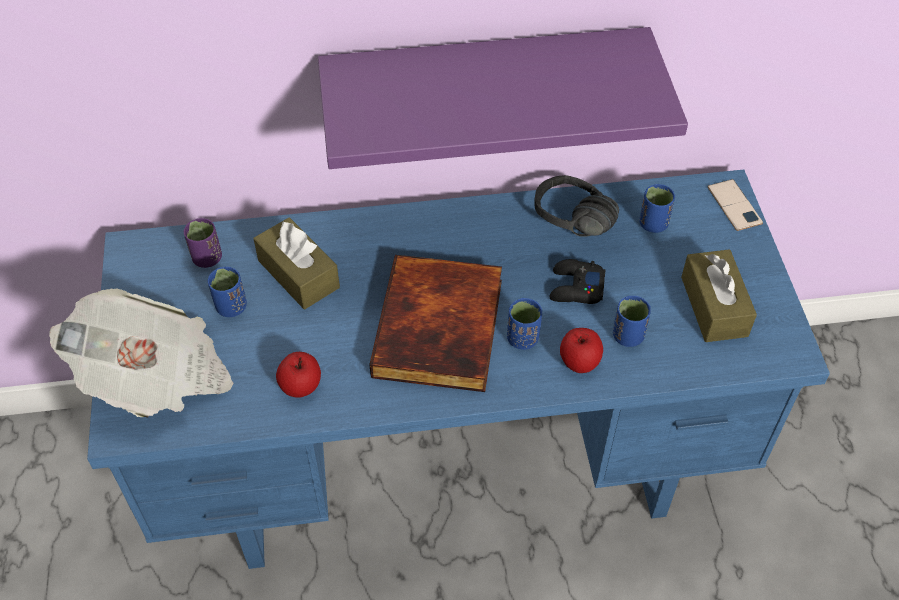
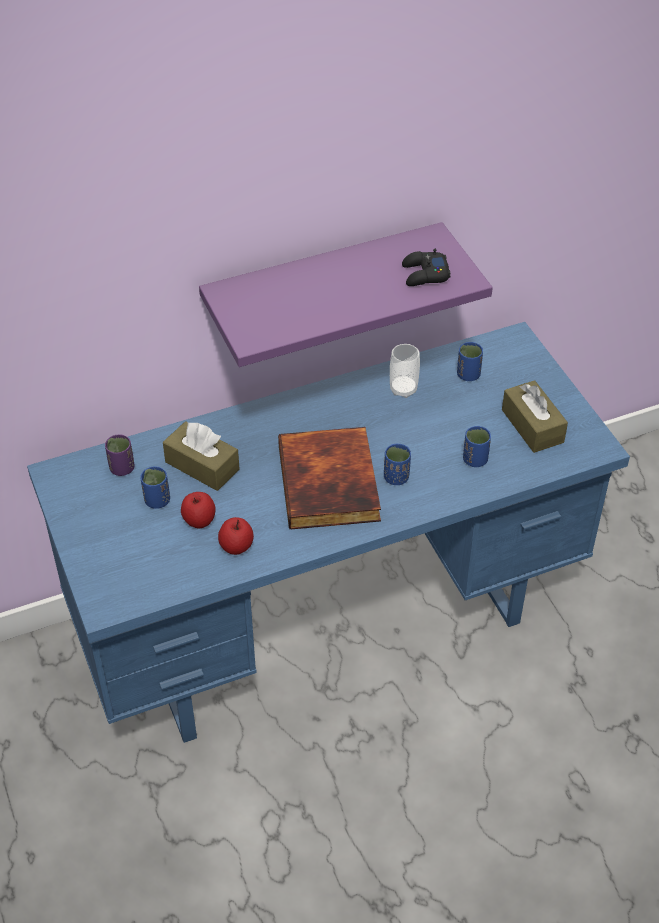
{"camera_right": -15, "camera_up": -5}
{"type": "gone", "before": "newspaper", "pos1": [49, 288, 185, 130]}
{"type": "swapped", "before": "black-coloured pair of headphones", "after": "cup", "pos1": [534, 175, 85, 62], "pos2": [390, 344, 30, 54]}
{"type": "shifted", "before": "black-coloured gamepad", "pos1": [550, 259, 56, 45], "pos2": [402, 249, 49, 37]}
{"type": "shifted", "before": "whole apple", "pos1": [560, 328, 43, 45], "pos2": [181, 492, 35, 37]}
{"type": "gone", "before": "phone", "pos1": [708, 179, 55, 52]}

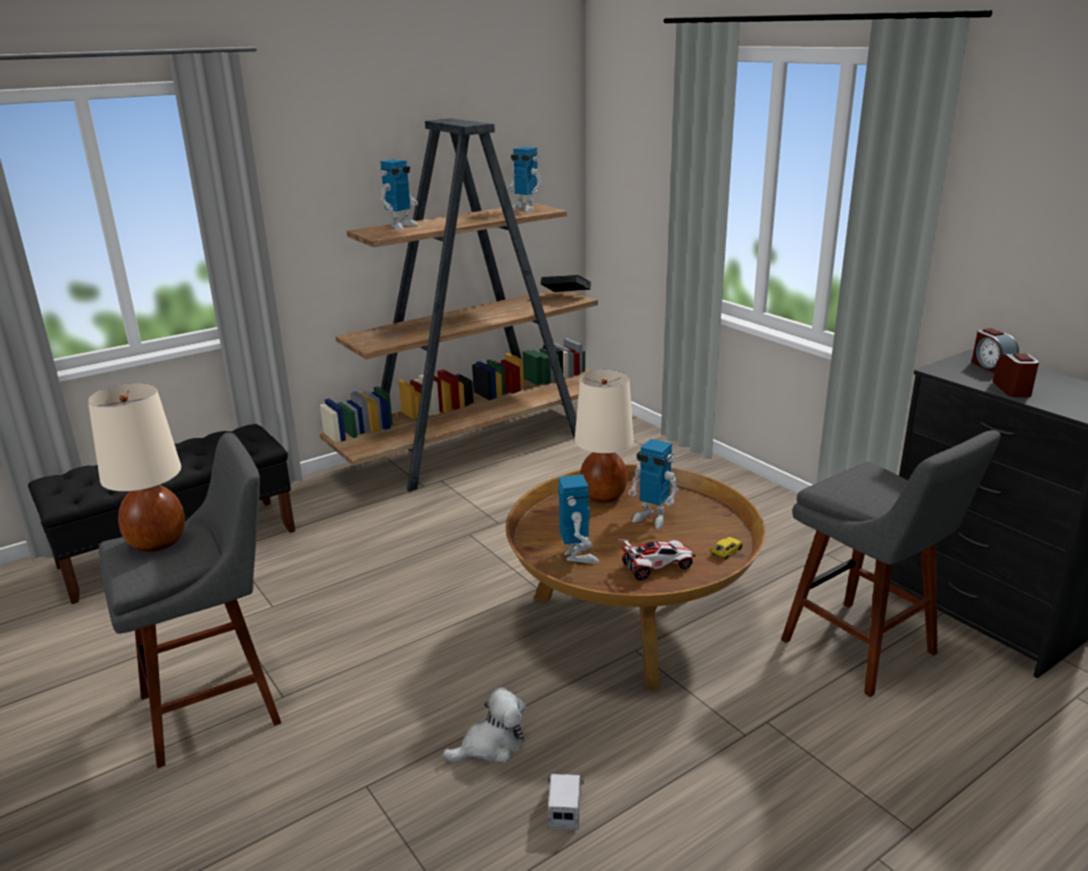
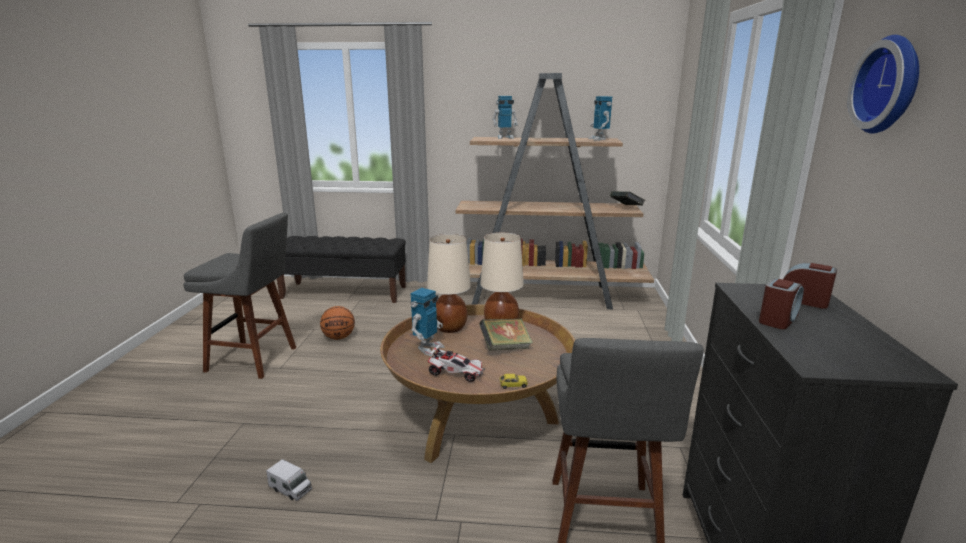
{"camera_right": 40, "camera_up": -5}
{"type": "shifted", "before": "beige-coloured tabletop lamp", "pos1": [88, 383, 97, 169], "pos2": [427, 234, 44, 99]}
{"type": "gone", "before": "soft toy", "pos1": [443, 687, 83, 76]}
{"type": "rotated", "before": "model truck", "pos1": [548, 774, 35, 56], "pos2": [266, 459, 46, 42], "turn": 75}
{"type": "swapped", "before": "robot figure", "after": "book", "pos1": [628, 439, 51, 90], "pos2": [479, 318, 54, 32]}
{"type": "rotated", "before": "bedside clock", "pos1": [972, 328, 47, 44], "pos2": [783, 263, 54, 46], "turn": 105}
{"type": "new", "after": "ball for basketball", "pos2": [320, 306, 35, 34]}
{"type": "new", "after": "wall clock", "pos2": [848, 35, 71, 98]}

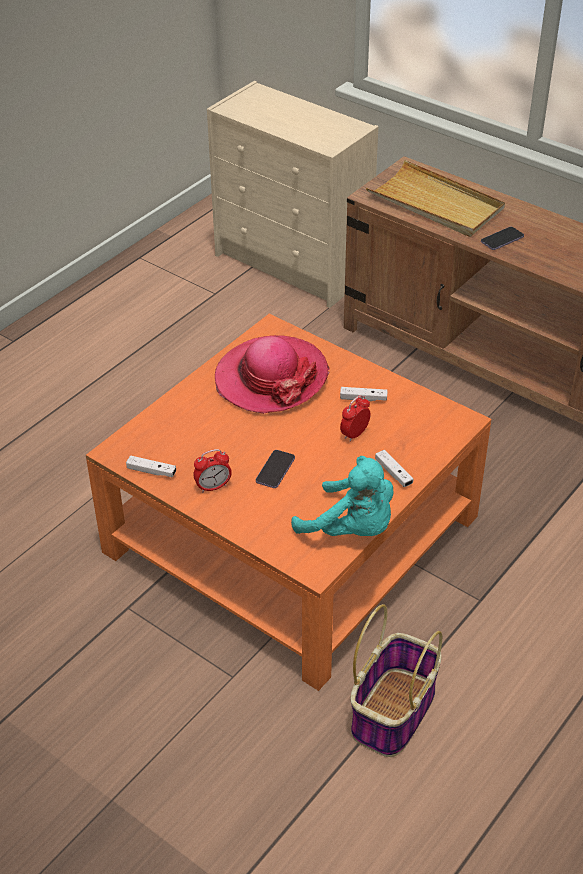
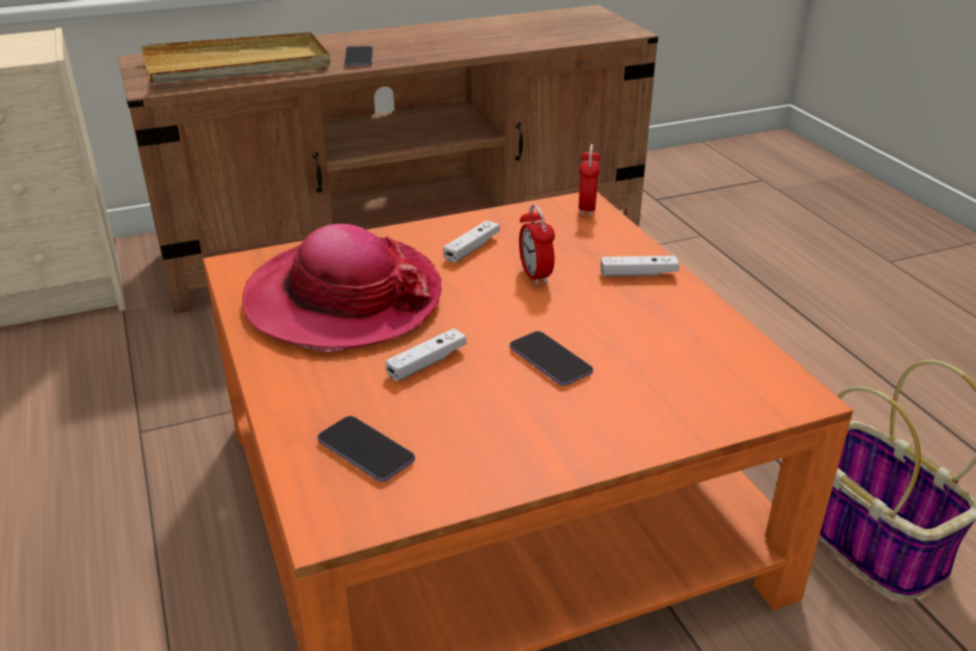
{"camera_right": -60, "camera_up": -10}
{"type": "shifted", "before": "white gamepad", "pos1": [126, 456, 50, 21], "pos2": [386, 328, 80, 53]}
{"type": "shifted", "before": "bedside clock", "pos1": [193, 449, 39, 44], "pos2": [579, 144, 22, 73]}
{"type": "gone", "before": "turquoise-coloured soft toy", "pos1": [291, 456, 103, 80]}
{"type": "new", "after": "phone", "pos2": [318, 416, 97, 66]}

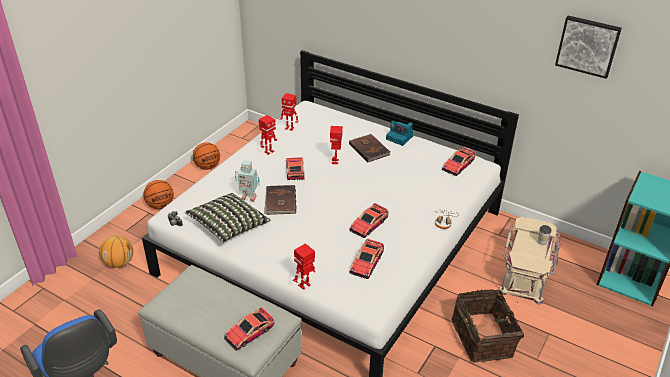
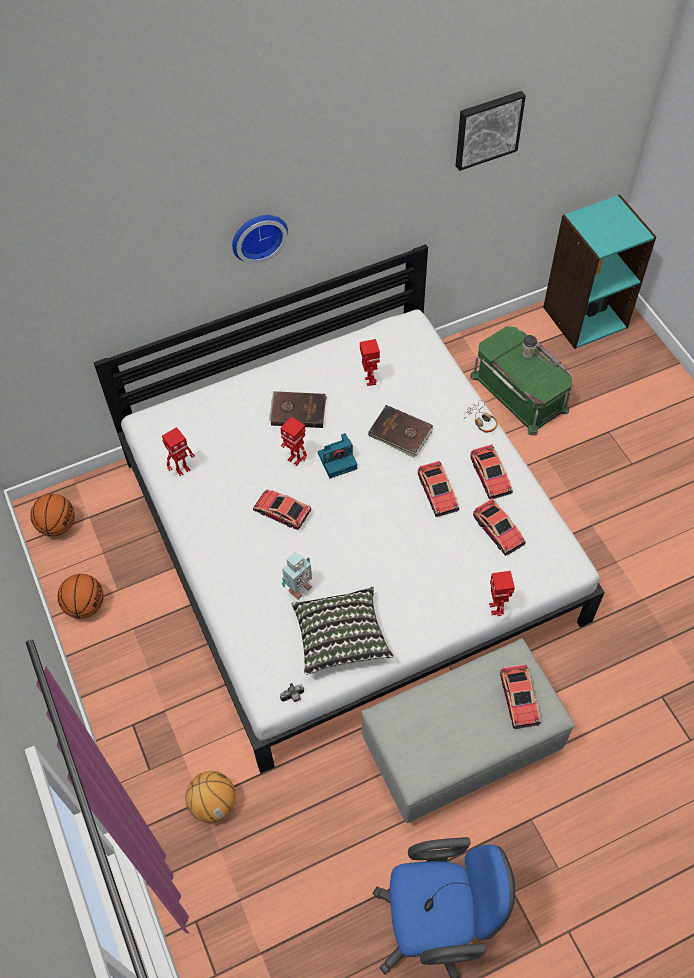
{"camera_right": -55, "camera_up": 20}
{"type": "shifted", "before": "ball for basketball", "pos1": [143, 180, 31, 29], "pos2": [30, 494, 45, 42]}
{"type": "shifted", "before": "robot figure", "pos1": [259, 115, 19, 40], "pos2": [360, 339, 20, 47]}
{"type": "shifted", "before": "brown book", "pos1": [264, 185, 33, 30], "pos2": [367, 405, 66, 53]}
{"type": "shifted", "before": "photo camera", "pos1": [386, 121, 28, 25], "pos2": [318, 433, 39, 46]}
{"type": "shifted", "before": "miniature car", "pos1": [442, 147, 34, 29], "pos2": [470, 444, 43, 55]}
{"type": "gone", "before": "basket", "pos1": [451, 289, 73, 73]}
{"type": "repainted", "before": "beige-coloured storage bin", "after": "green storage bin", "pos1": [498, 217, 63, 88], "pos2": [470, 326, 102, 110]}
{"type": "new", "after": "wall clock", "pos2": [232, 215, 56, 49]}

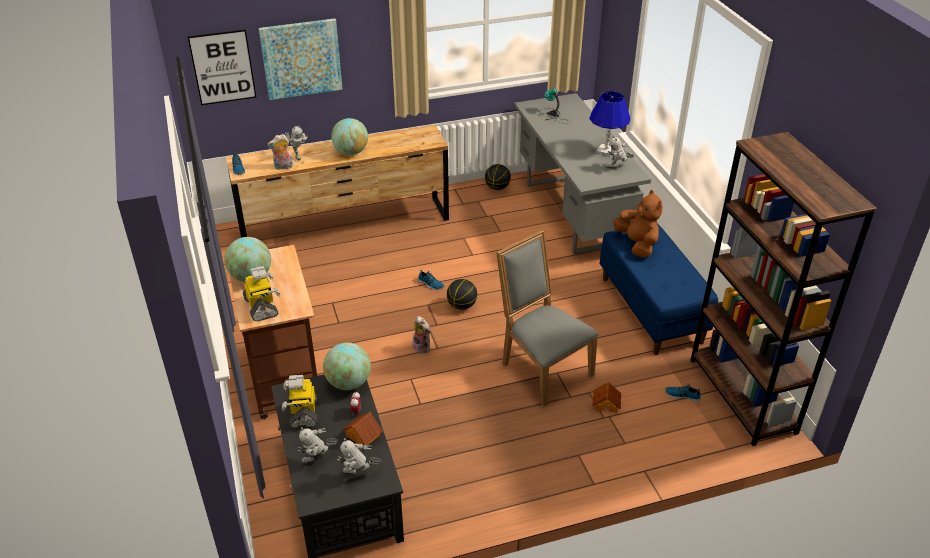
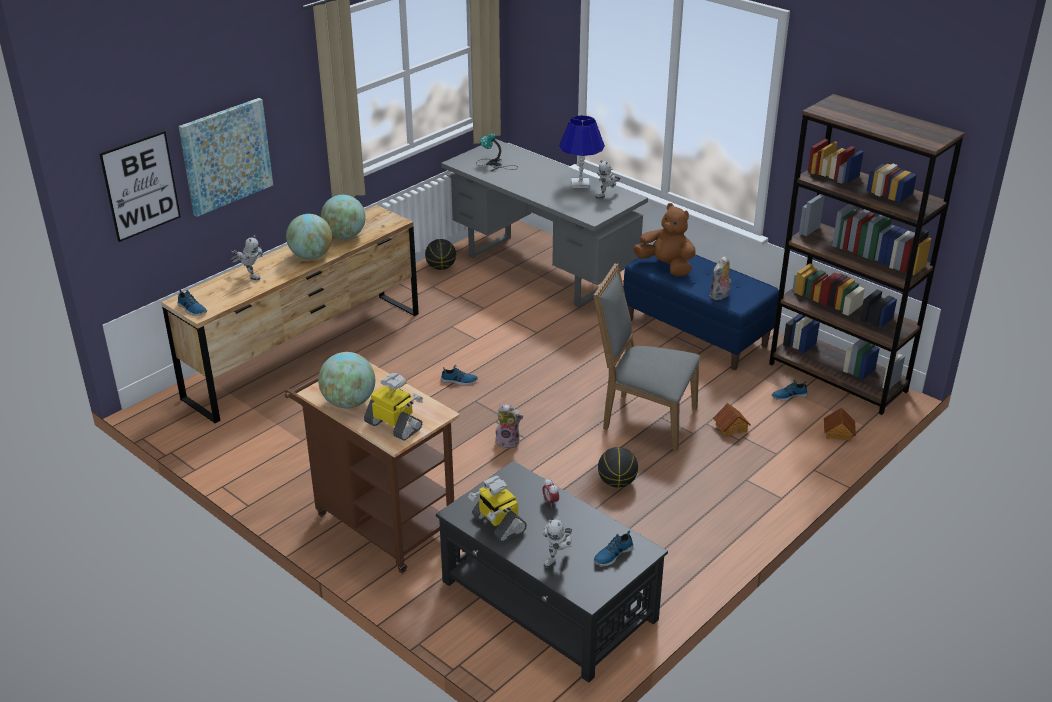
{"camera_right": -30, "camera_up": -5}
{"type": "shifted", "before": "soft toy", "pos1": [268, 134, 25, 36], "pos2": [710, 256, 21, 44]}
{"type": "shifted", "before": "globe", "pos1": [323, 343, 48, 47], "pos2": [321, 195, 45, 44]}
{"type": "swapped", "before": "robot figure", "after": "item of footwear", "pos1": [337, 438, 45, 37], "pos2": [594, 531, 39, 35]}
{"type": "shifted", "before": "miniature house", "pos1": [342, 412, 40, 34], "pos2": [824, 407, 32, 34]}
{"type": "shifted", "before": "ball for basketball", "pos1": [447, 279, 30, 31], "pos2": [598, 447, 40, 40]}

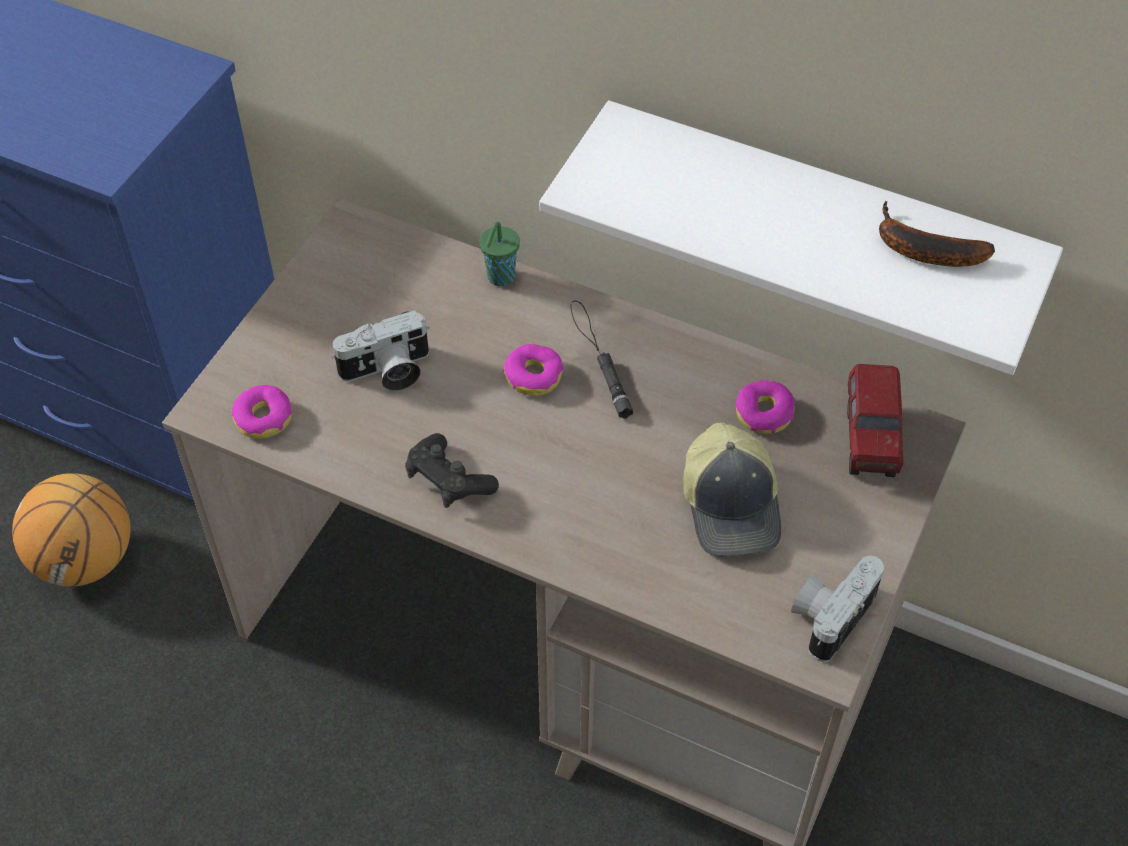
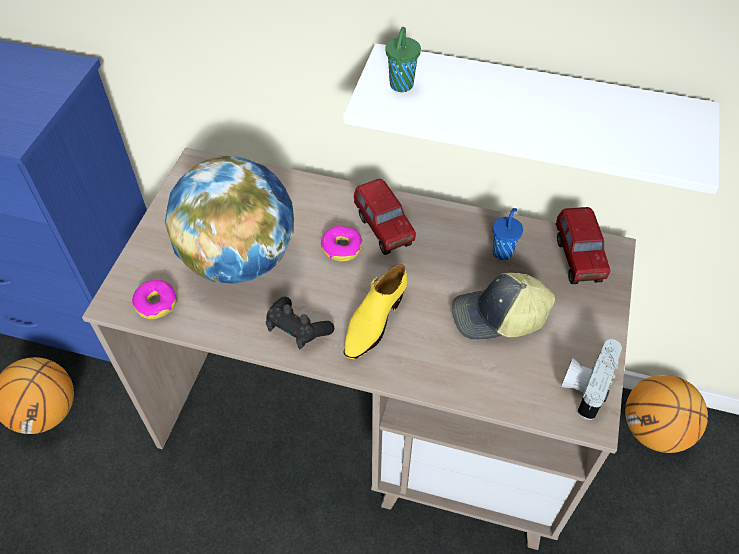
{"camera_right": -10, "camera_up": 0}
{"type": "swapped", "before": "photo camera", "after": "globe", "pos1": [331, 310, 99, 81], "pos2": [165, 156, 129, 128]}
{"type": "shifted", "before": "green cup", "pos1": [479, 222, 41, 64], "pos2": [385, 27, 36, 65]}
{"type": "swapped", "before": "black-coloured flashlight", "after": "model truck", "pos1": [570, 301, 63, 118], "pos2": [354, 179, 62, 76]}
{"type": "rotated", "before": "cap", "pos1": [683, 422, 98, 135], "pos2": [452, 273, 103, 67], "turn": 105}
{"type": "swapped", "before": "ring doughnut", "after": "blue-coloured cup", "pos1": [736, 380, 59, 54], "pos2": [493, 208, 30, 52]}
{"type": "gone", "before": "banana fruit", "pos1": [879, 201, 116, 66]}
{"type": "new", "after": "yellow item of footwear", "pos2": [344, 264, 63, 95]}
{"type": "new", "after": "ball for basketball", "pos2": [625, 375, 83, 78]}

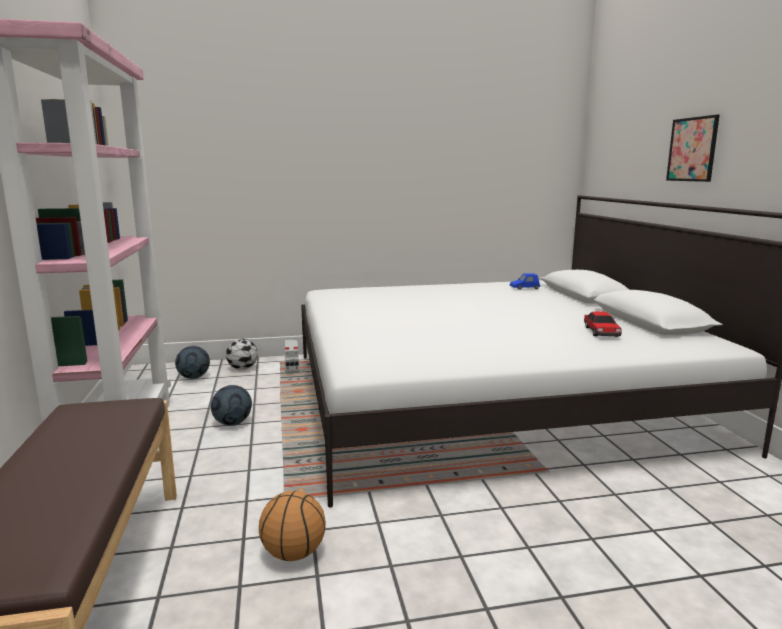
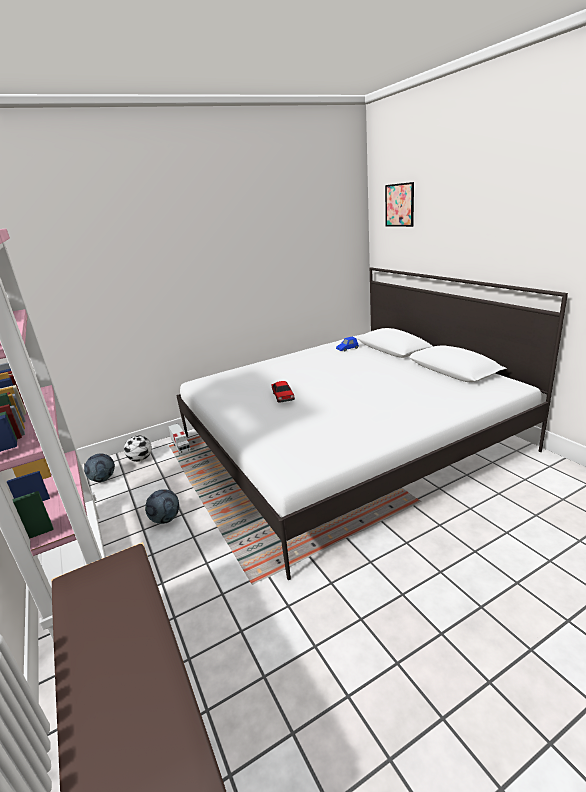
{"camera_right": -15, "camera_up": 10}
{"type": "gone", "before": "ball for basketball", "pos1": [259, 491, 67, 70]}
{"type": "shifted", "before": "miniature car", "pos1": [584, 311, 38, 26], "pos2": [271, 381, 24, 22]}
{"type": "shifted", "before": "wall picture", "pos1": [666, 115, 54, 67], "pos2": [385, 182, 29, 45]}

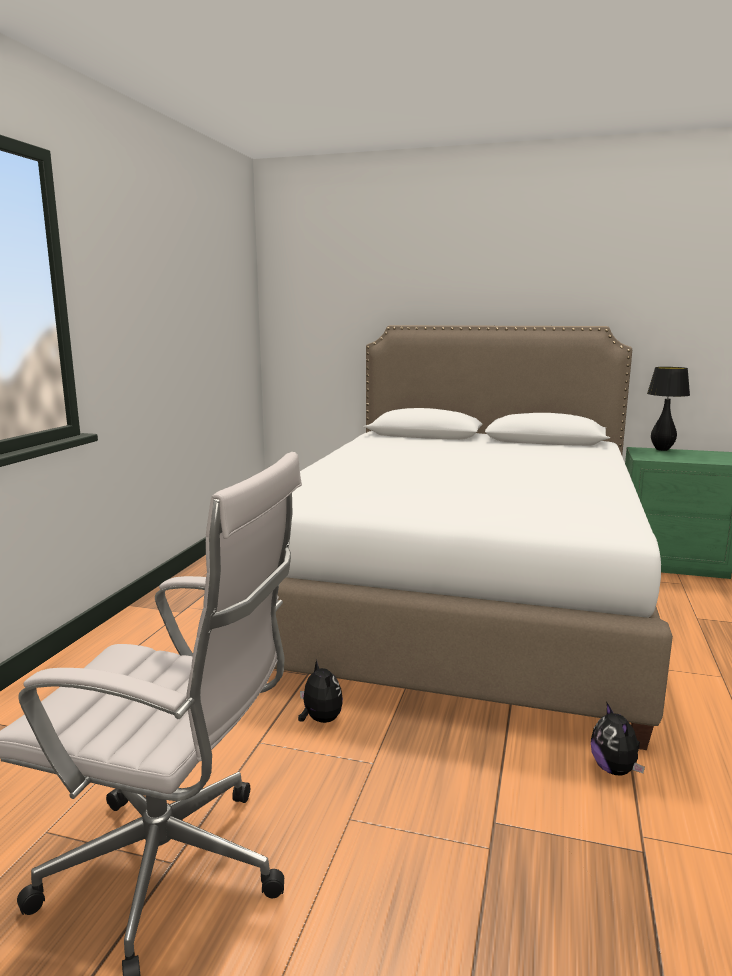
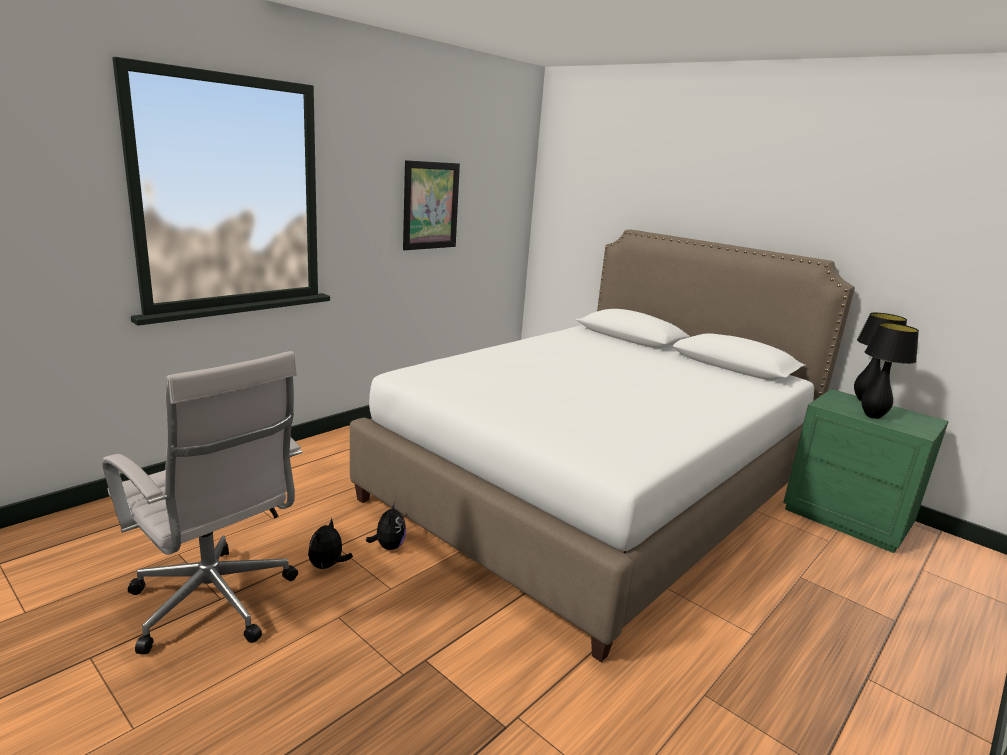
{"camera_right": 25, "camera_up": 5}
{"type": "shifted", "before": "soft toy", "pos1": [591, 703, 54, 73], "pos2": [308, 517, 45, 53]}
{"type": "new", "after": "wall picture", "pos2": [403, 160, 57, 90]}
{"type": "new", "after": "black-coloured tabletop lamp", "pos2": [861, 323, 58, 96]}

